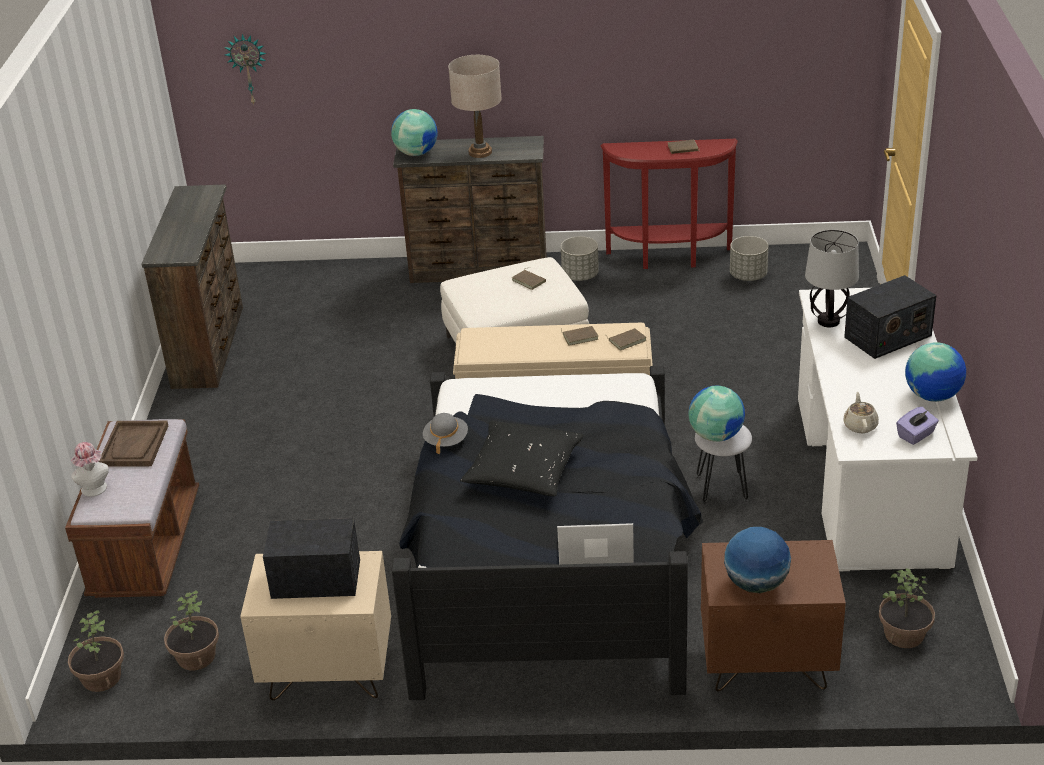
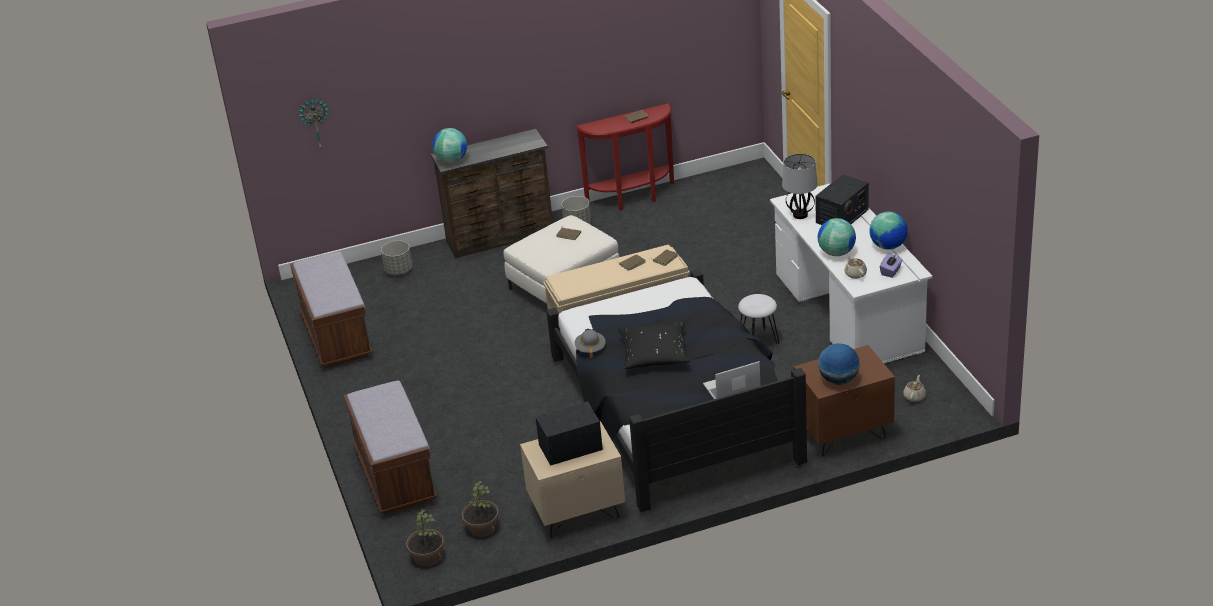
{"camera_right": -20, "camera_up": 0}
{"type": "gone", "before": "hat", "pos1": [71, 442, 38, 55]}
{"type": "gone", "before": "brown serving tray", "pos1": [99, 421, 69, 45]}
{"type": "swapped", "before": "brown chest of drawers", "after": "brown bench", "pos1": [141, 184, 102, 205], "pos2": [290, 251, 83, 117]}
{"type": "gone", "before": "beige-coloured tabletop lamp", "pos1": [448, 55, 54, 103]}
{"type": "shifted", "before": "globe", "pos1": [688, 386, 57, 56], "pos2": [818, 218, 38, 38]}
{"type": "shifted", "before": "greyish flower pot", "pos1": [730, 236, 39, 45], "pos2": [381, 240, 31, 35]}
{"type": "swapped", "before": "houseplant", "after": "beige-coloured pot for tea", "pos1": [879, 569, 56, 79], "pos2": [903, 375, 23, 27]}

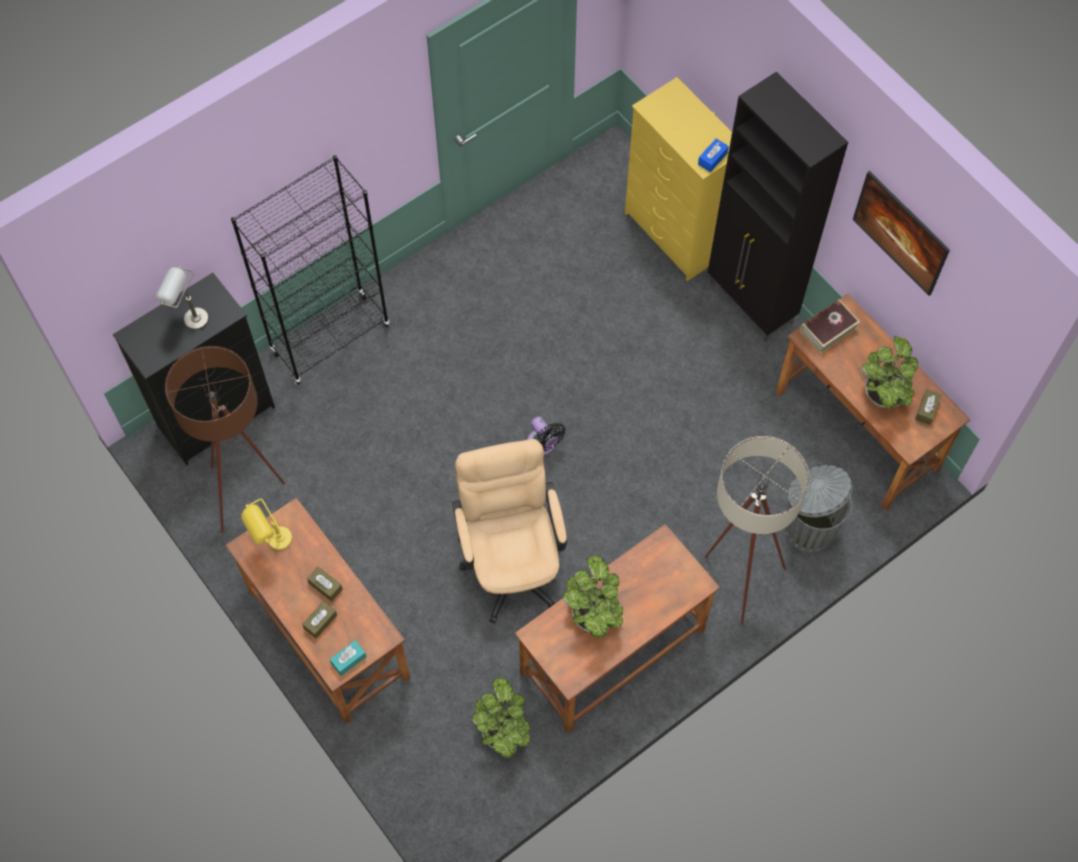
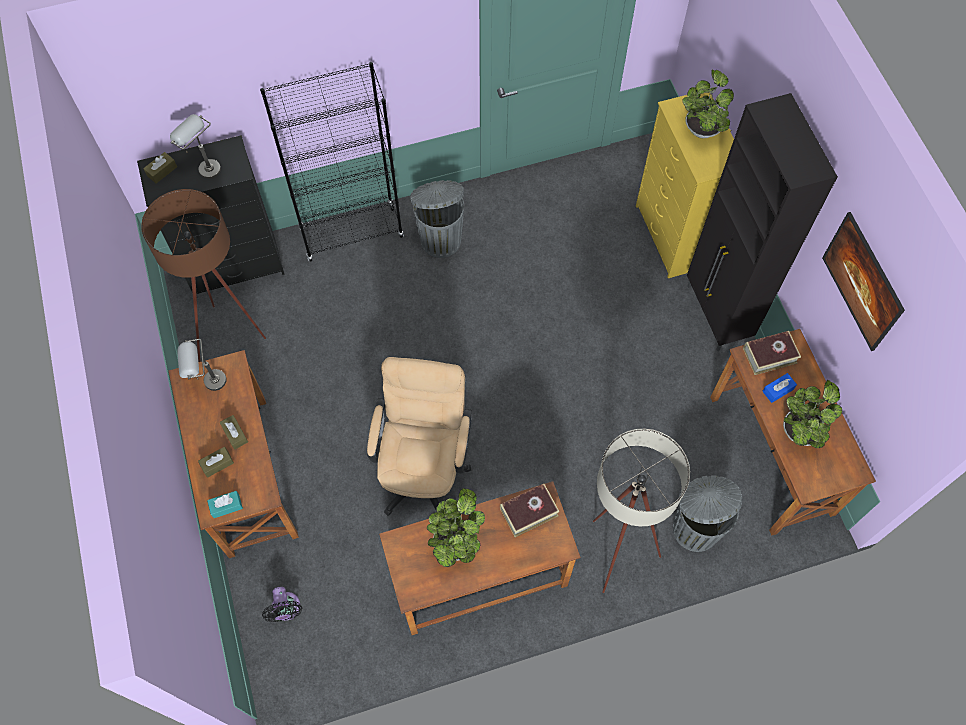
{"camera_right": 20, "camera_up": 0}
{"type": "repainted", "before": "yellow tabletop lamp", "after": "greyish tabletop lamp", "pos1": [241, 499, 51, 51], "pos2": [177, 339, 50, 52]}
{"type": "shifted", "before": "houseplant", "pos1": [472, 678, 58, 80], "pos2": [682, 70, 52, 68]}
{"type": "shifted", "before": "black-coloured cooling fan", "pos1": [527, 416, 39, 39], "pos2": [262, 587, 40, 35]}
{"type": "shifted", "before": "blue-coloured box of tissues", "pos1": [698, 138, 31, 34], "pos2": [762, 373, 35, 30]}
{"type": "shifted", "before": "brown box of tissues", "pos1": [915, 389, 26, 36], "pos2": [143, 152, 34, 31]}
{"type": "new", "after": "greyish waste bin", "pos2": [410, 180, 54, 78]}
{"type": "new", "after": "book", "pos2": [500, 484, 60, 53]}

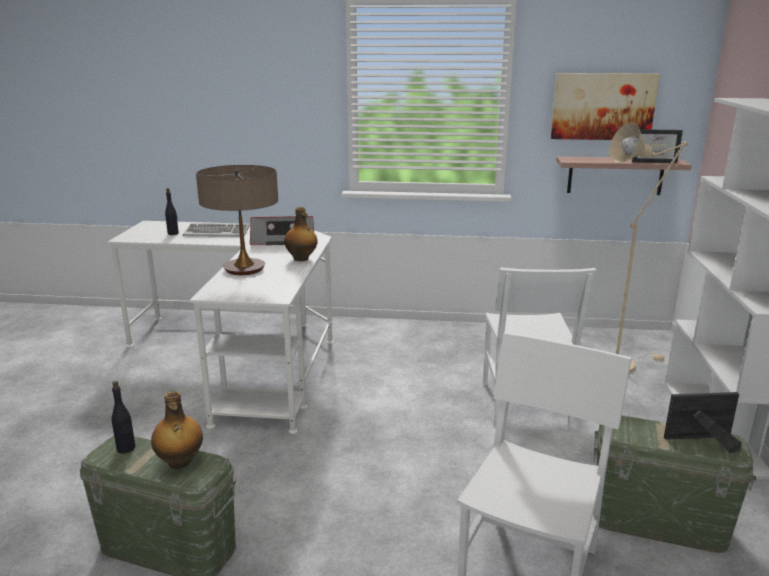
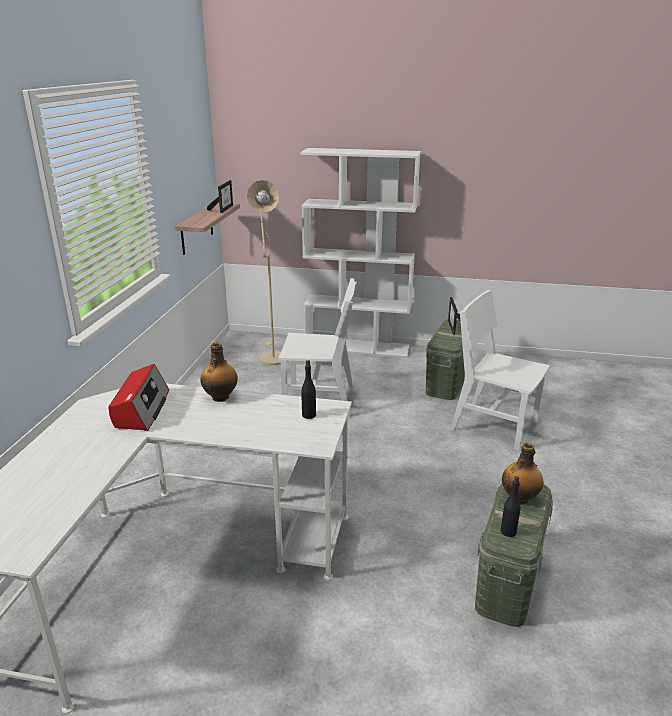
{"camera_right": -85, "camera_up": 5}
{"type": "shifted", "before": "black-coloured beverage bottle", "pos1": [165, 188, 14, 47], "pos2": [301, 360, 15, 59]}
{"type": "gone", "before": "computer keyboard", "pos1": [183, 223, 67, 14]}
{"type": "gone", "before": "tabletop lamp", "pos1": [196, 165, 82, 110]}
{"type": "gone", "before": "wall picture", "pos1": [551, 73, 109, 67]}

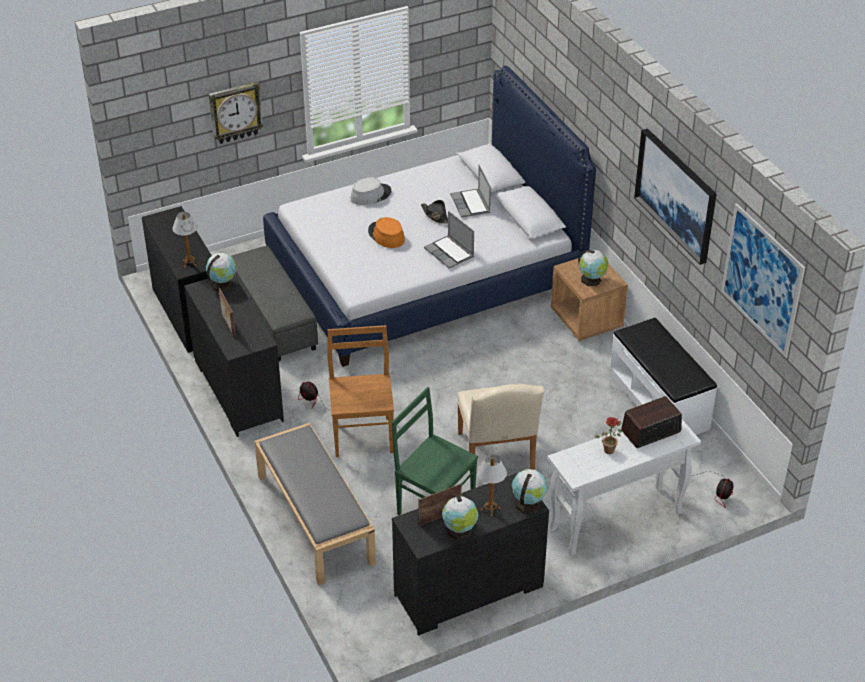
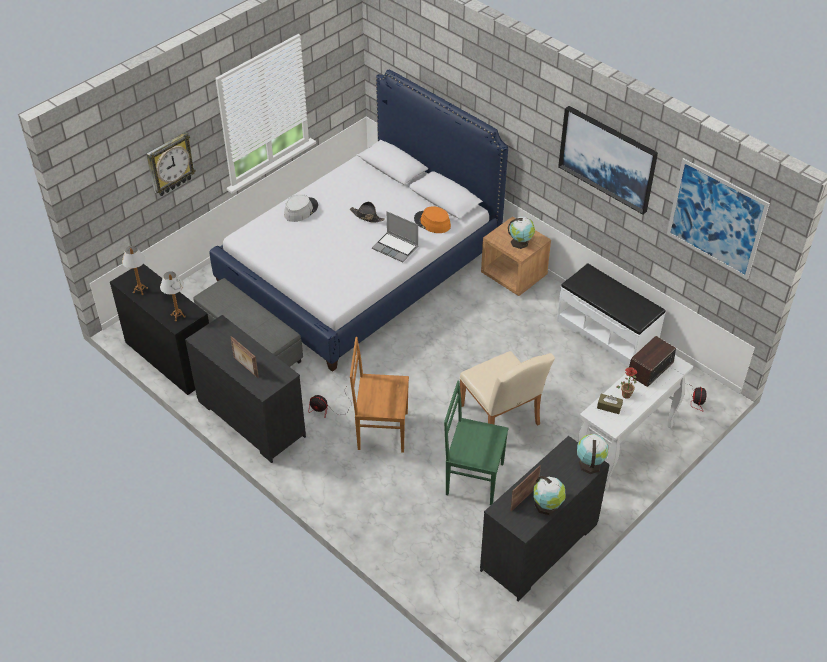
{"camera_right": -20, "camera_up": 5}
{"type": "gone", "before": "globe", "pos1": [206, 253, 31, 39]}
{"type": "gone", "before": "greyish bench", "pos1": [254, 423, 122, 162]}
{"type": "rotated", "before": "brown chair", "pos1": [328, 325, 66, 132], "pos2": [350, 337, 59, 116], "turn": -60}
{"type": "shifted", "before": "orangey hat", "pos1": [368, 217, 37, 31], "pos2": [414, 206, 37, 27]}
{"type": "gone", "before": "notebook computer", "pos1": [450, 165, 41, 53]}
{"type": "shifted", "before": "tabletop lamp", "pos1": [477, 454, 30, 62], "pos2": [122, 246, 26, 49]}
{"type": "new", "after": "brown box of tissues", "pos2": [597, 394, 26, 20]}

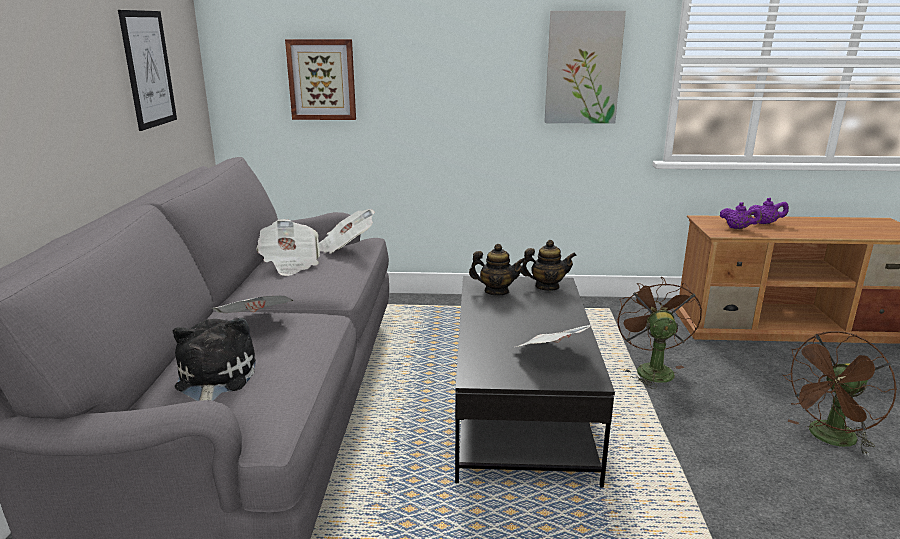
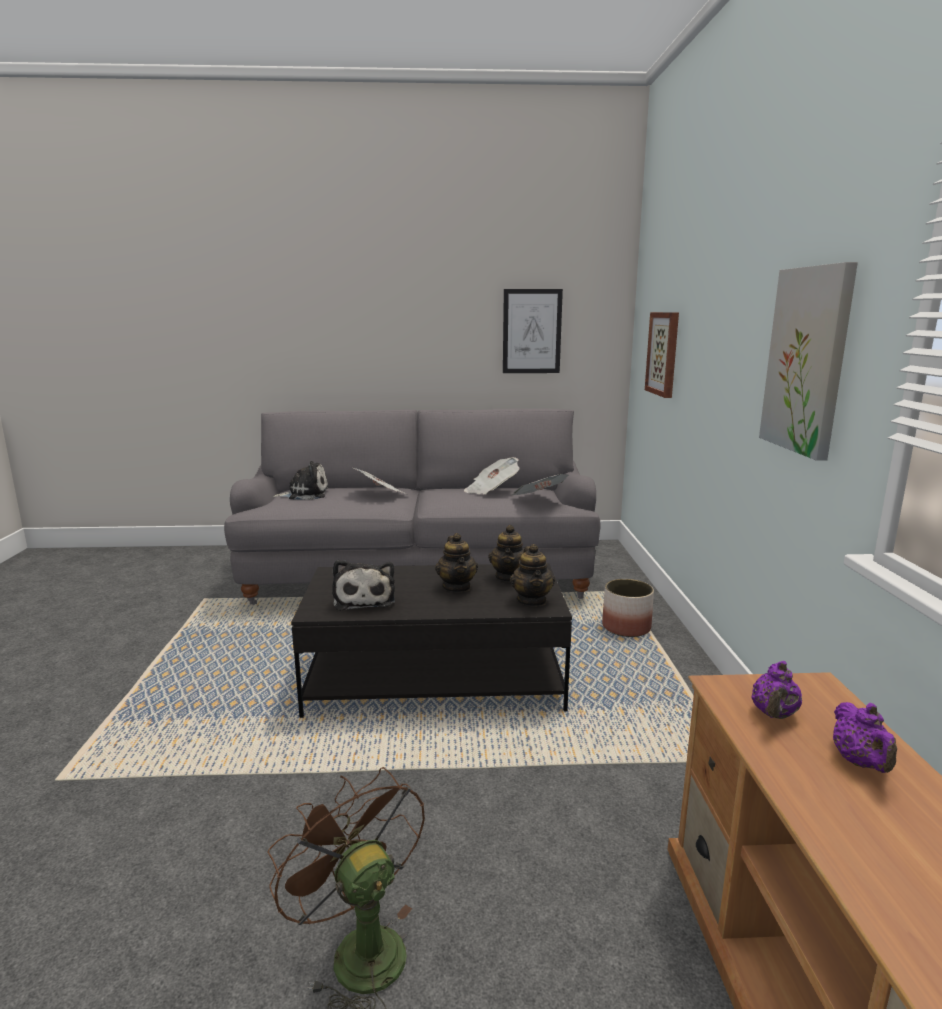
{"camera_right": 85, "camera_up": -5}
{"type": "swapped", "before": "newspaper", "after": "soft toy", "pos1": [516, 324, 76, 23], "pos2": [332, 559, 63, 52]}
{"type": "gone", "before": "brown cooling fan", "pos1": [617, 276, 85, 113]}
{"type": "new", "after": "pot for tea", "pos2": [435, 533, 43, 60]}
{"type": "new", "after": "flower pot", "pos2": [602, 579, 52, 58]}

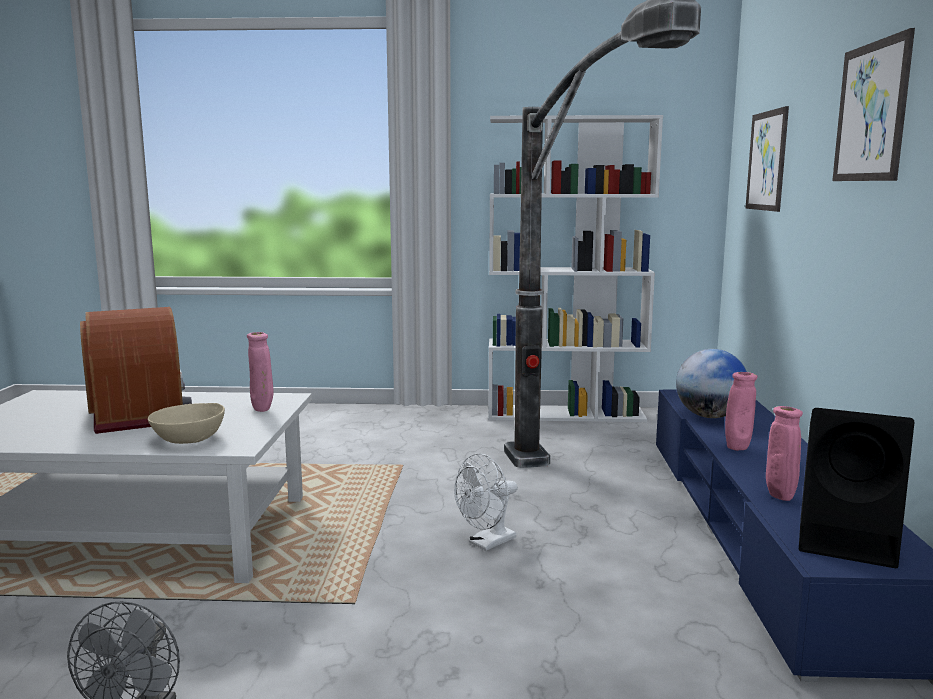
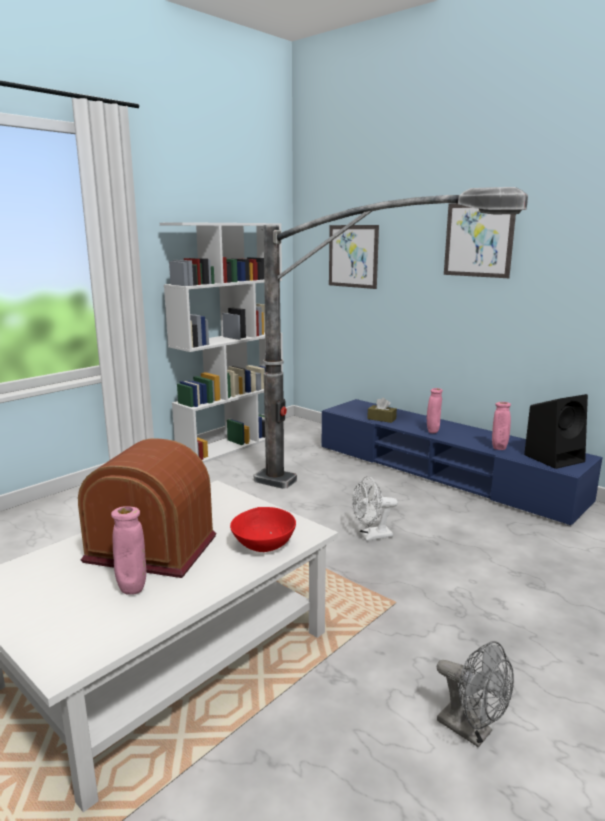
{"camera_right": -50, "camera_up": 5}
{"type": "repainted", "before": "beige-coloured deep dish", "after": "red-coloured deep dish", "pos1": [148, 403, 77, 41], "pos2": [230, 507, 66, 45]}
{"type": "shifted", "before": "pinkish flower vase", "pos1": [247, 332, 26, 80], "pos2": [111, 506, 35, 89]}
{"type": "rotated", "before": "white cooling fan", "pos1": [454, 453, 64, 98], "pos2": [352, 476, 46, 65], "turn": 75}
{"type": "swapped", "before": "globe", "after": "brown box of tissues", "pos1": [676, 349, 71, 69], "pos2": [367, 398, 30, 25]}

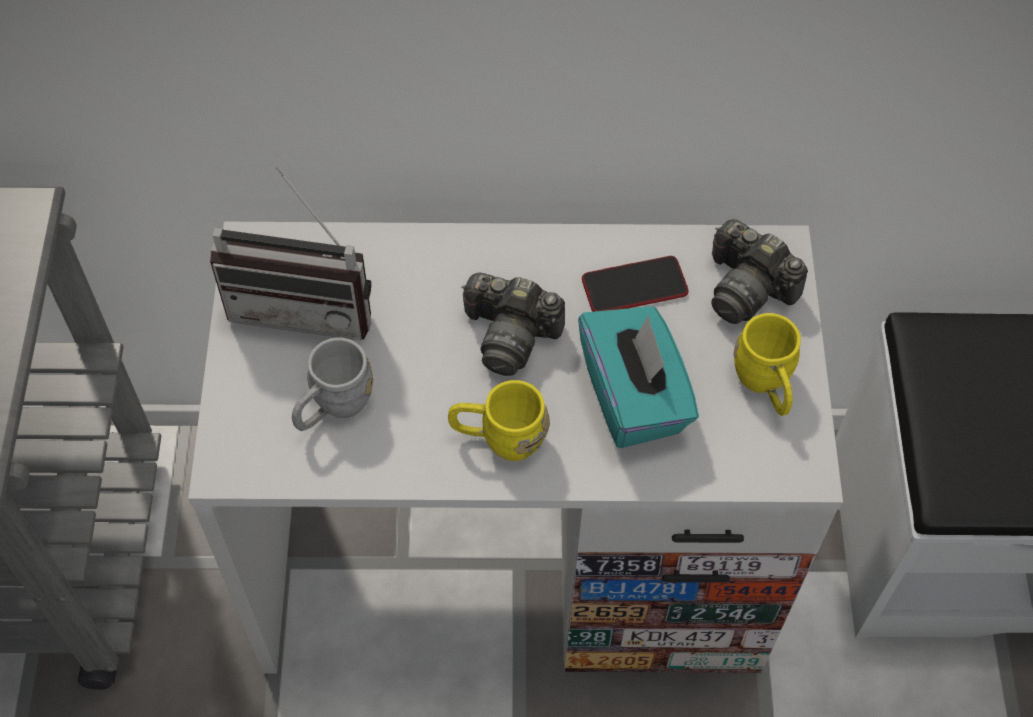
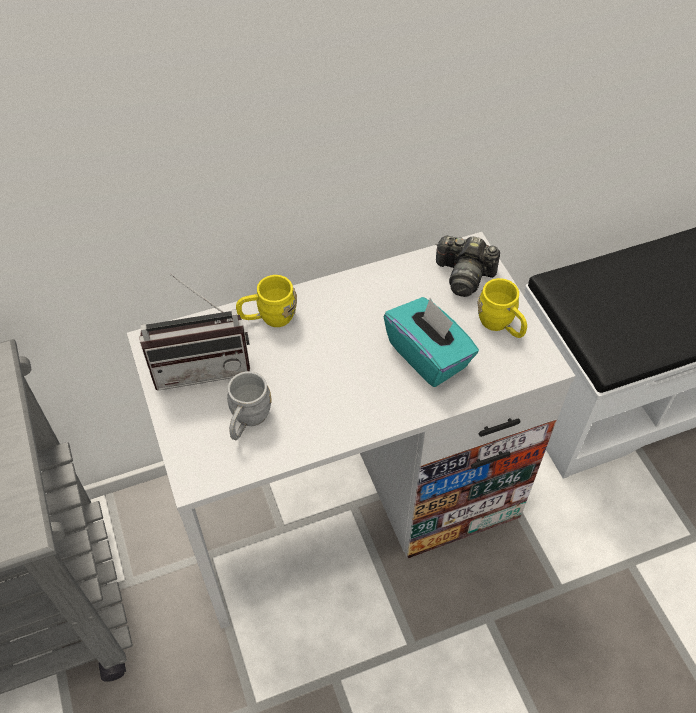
{"camera_right": -20, "camera_up": -5}
{"type": "shifted", "before": "yellow mug", "pos1": [448, 380, 102, 81], "pos2": [236, 275, 61, 52]}
{"type": "gone", "before": "photo camera", "pos1": [461, 272, 104, 104]}
{"type": "gone", "before": "phone", "pos1": [582, 256, 107, 56]}

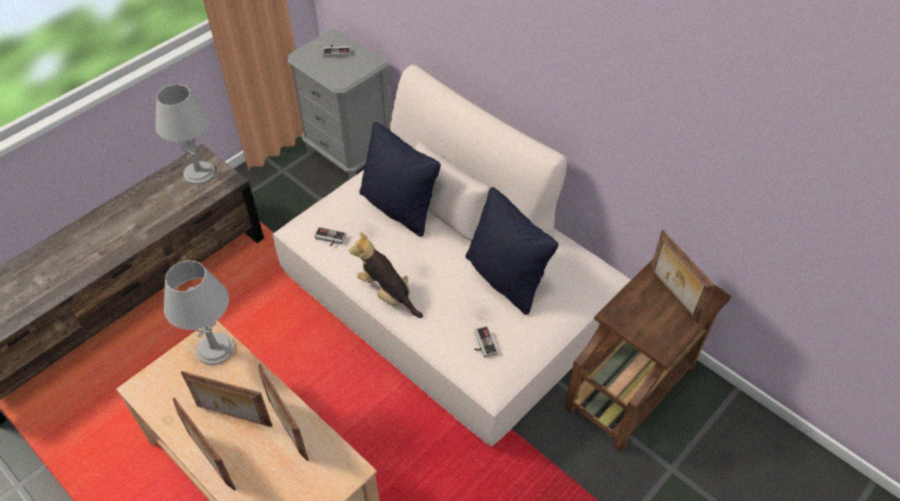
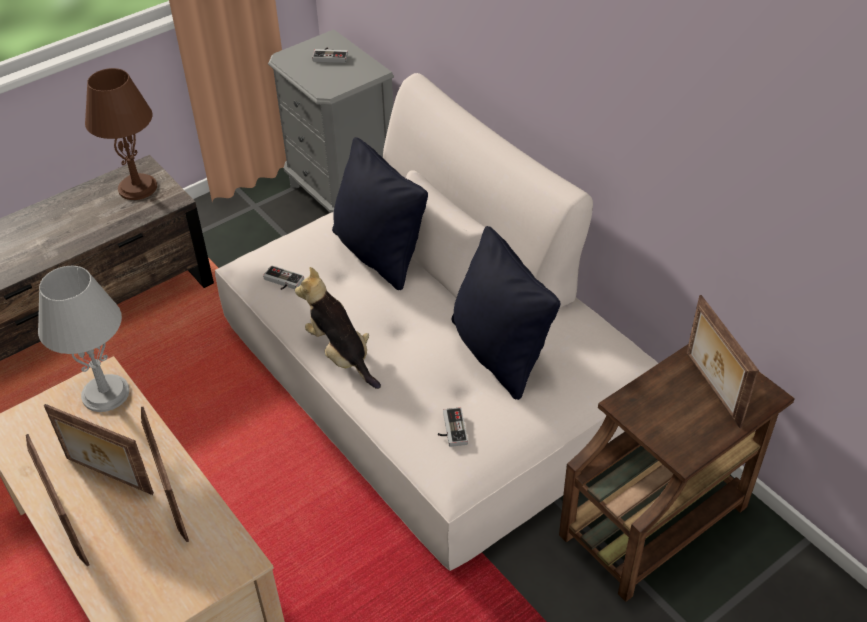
{"camera_right": 10, "camera_up": -5}
{"type": "repainted", "before": "greyish tabletop lamp", "after": "brown tabletop lamp", "pos1": [156, 84, 59, 100], "pos2": [85, 68, 72, 132]}

